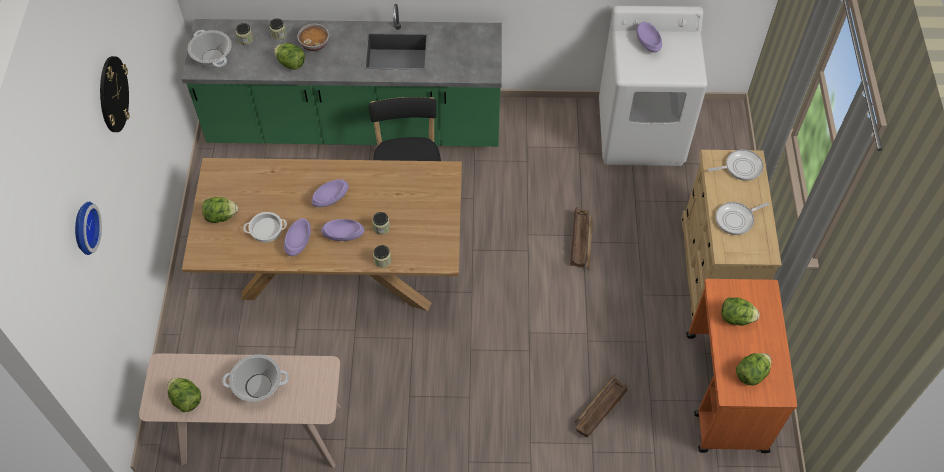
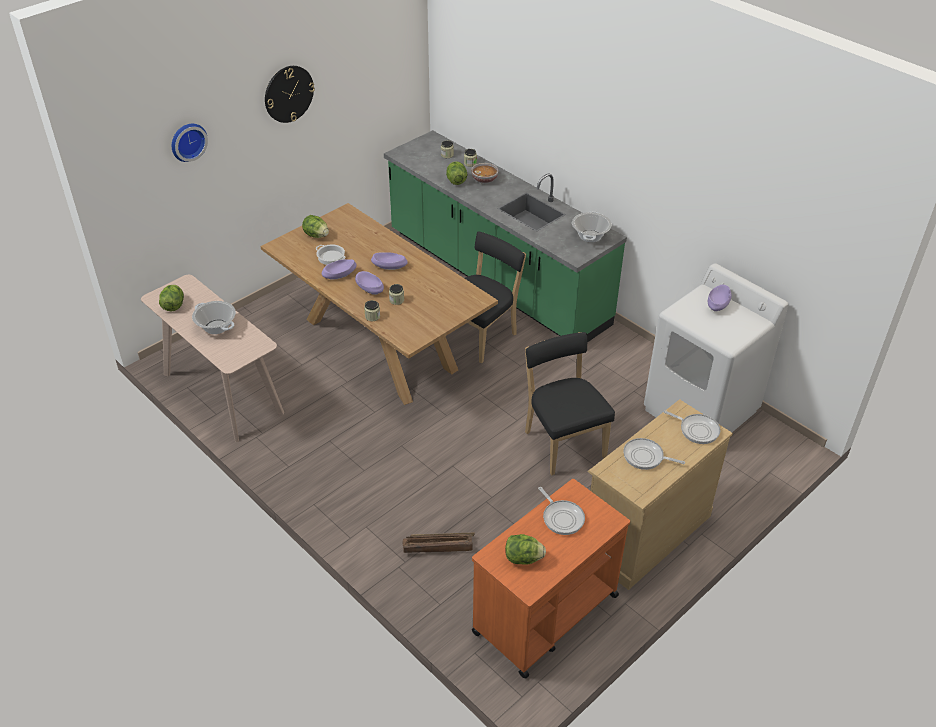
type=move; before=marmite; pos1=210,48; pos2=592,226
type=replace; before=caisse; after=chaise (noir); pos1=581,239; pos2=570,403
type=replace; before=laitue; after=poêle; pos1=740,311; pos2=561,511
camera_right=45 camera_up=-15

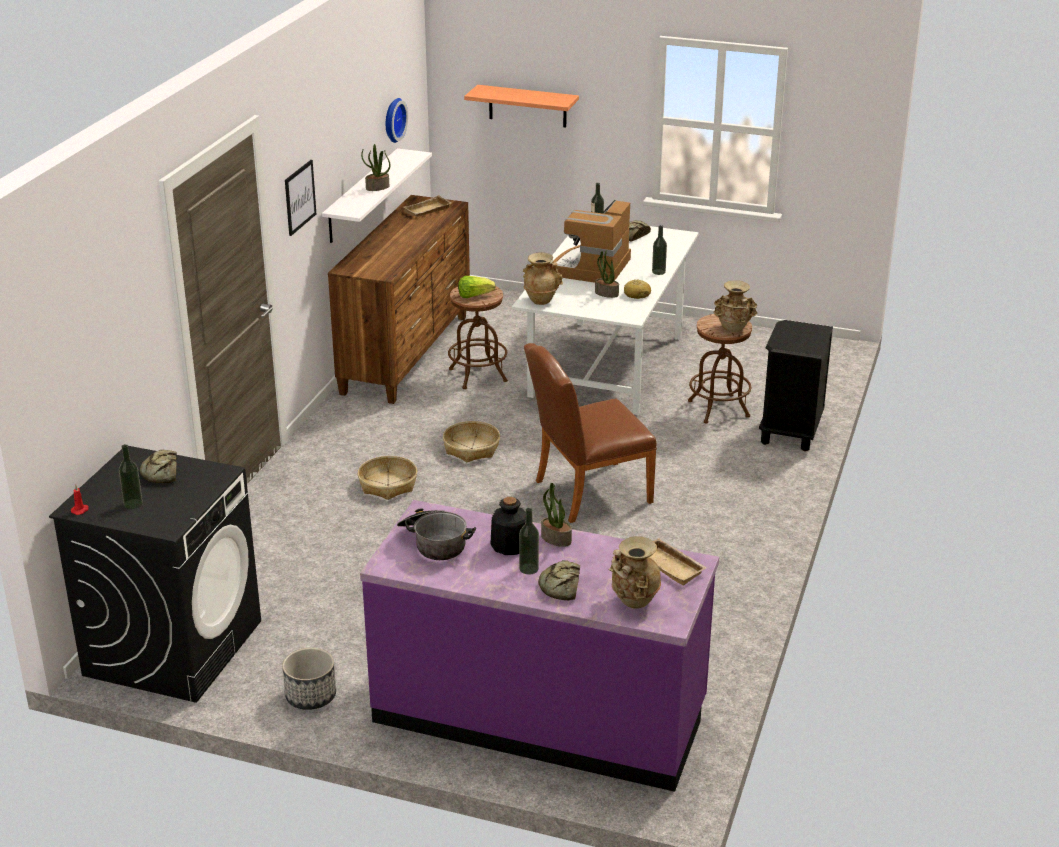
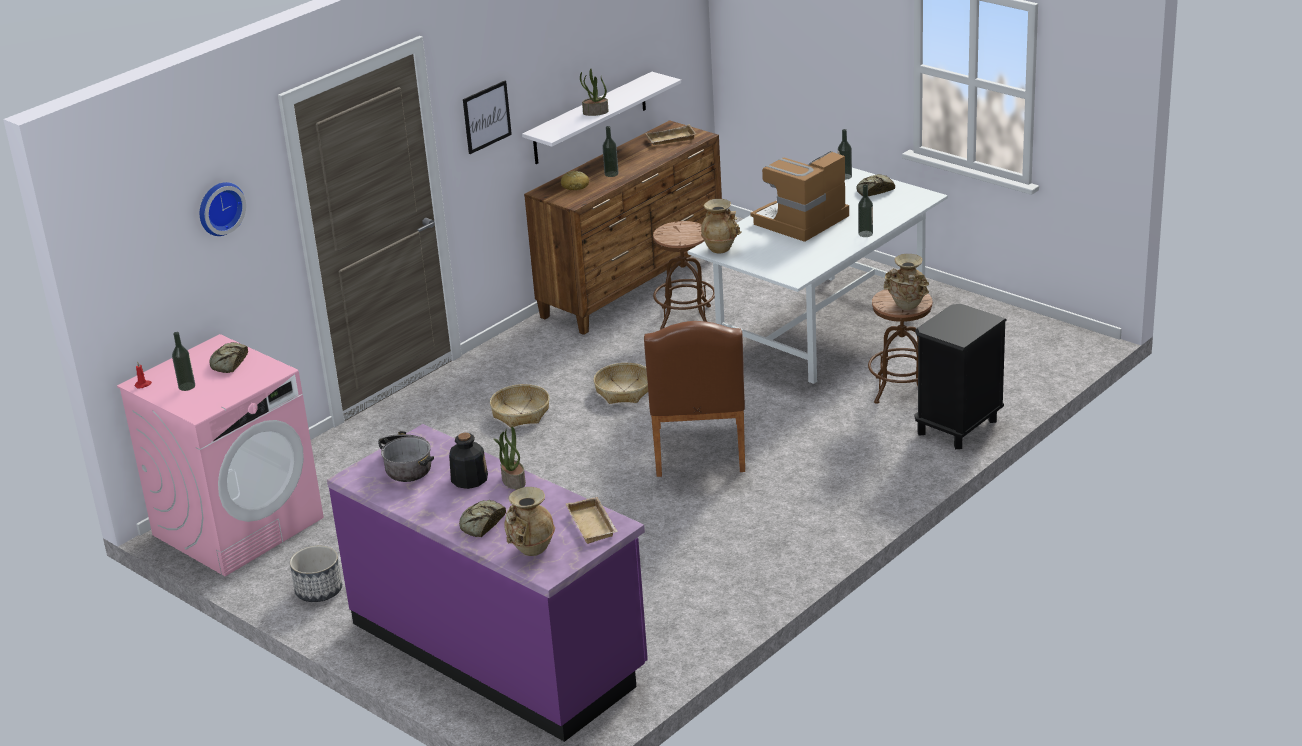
type=delete; before=étagère; pos1=521,106
type=move; before=horloge murale; pos1=397,120; pos2=223,209
type=delete; before=plante en pot; pos1=607,274
type=delete; before=laitue; pos1=477,287
type=move; before=pain; pos1=637,289; pos2=575,180
type=rotate; before=chaise (marron); pos1=590,433; pos2=694,399; turn=-90
type=recolor; before=lave-linge (noir); after=lave-linge (rose); pos1=155,574; pos2=220,455
type=move; before=bouteille; pos1=529,541; pos2=610,151
camera_right=25 camera_up=0

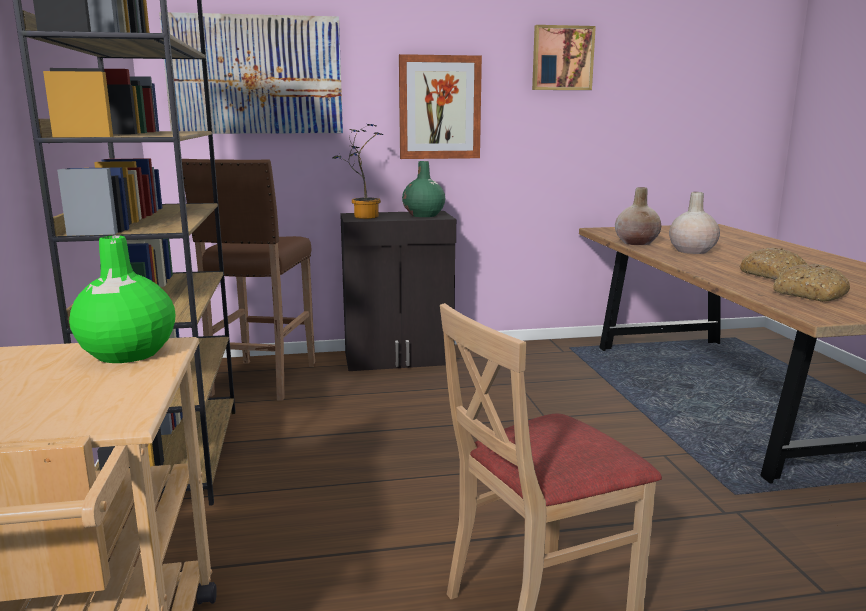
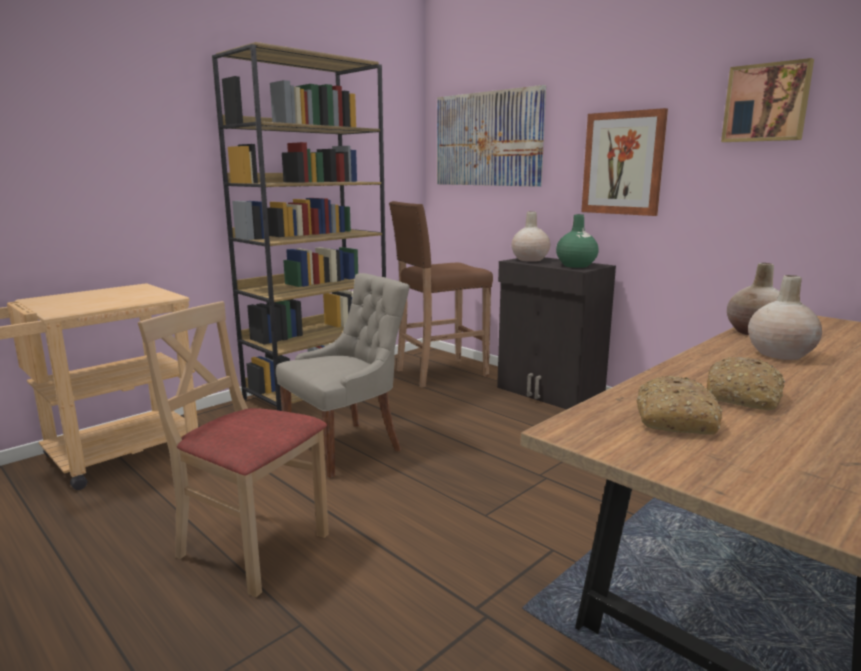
type=replace; before=plante en pot; after=vase (beige); pos1=358,171; pos2=531,236
type=delete; before=vase (vert); pos1=122,299
type=insert; after=chaise (gris); pos2=343,375
camera_right=55 camera_up=0

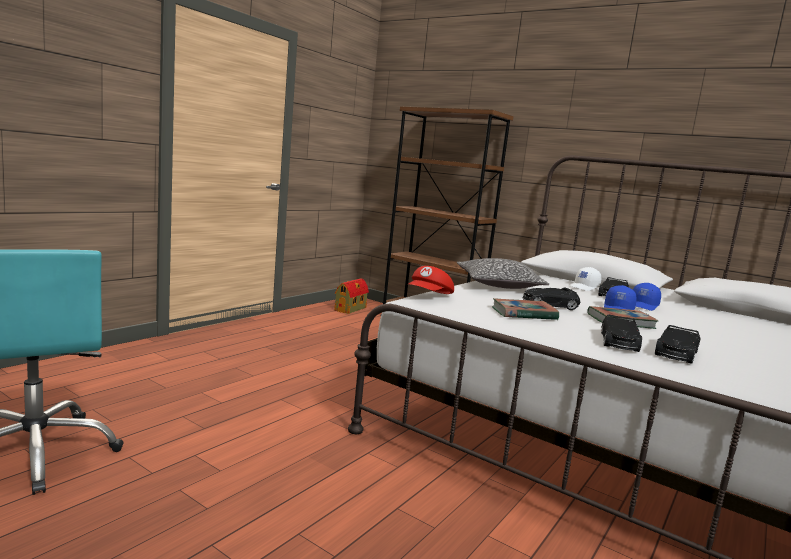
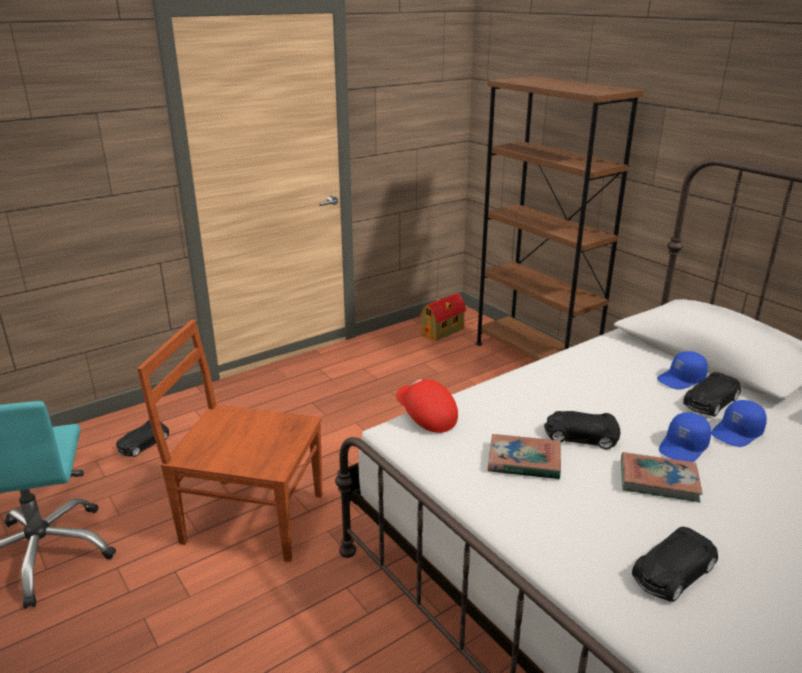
type=delete; before=coussin; pos1=503,273
type=rotate; before=casquette (rouge); pos1=430,280; pos2=427,406; turn=90
type=recolor; before=casquette (blanc); after=casquette (bleu); pos1=585,279; pos2=682,370
type=move; before=petite voiture (noir); pos1=621,333; pos2=142,438
type=insert; after=chaise (marron); pos2=229,441
camera_right=20 camera_up=15

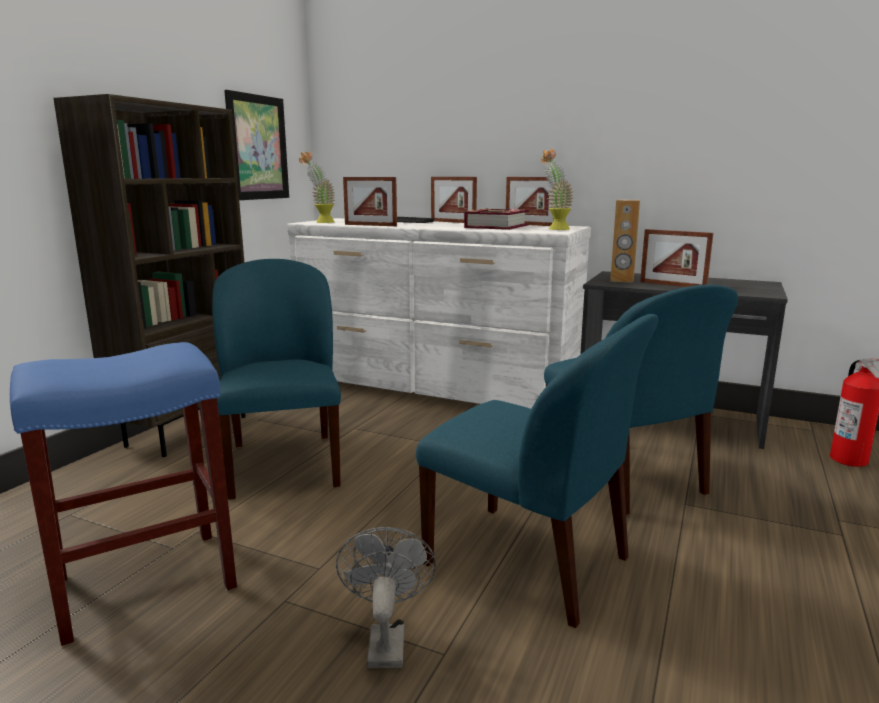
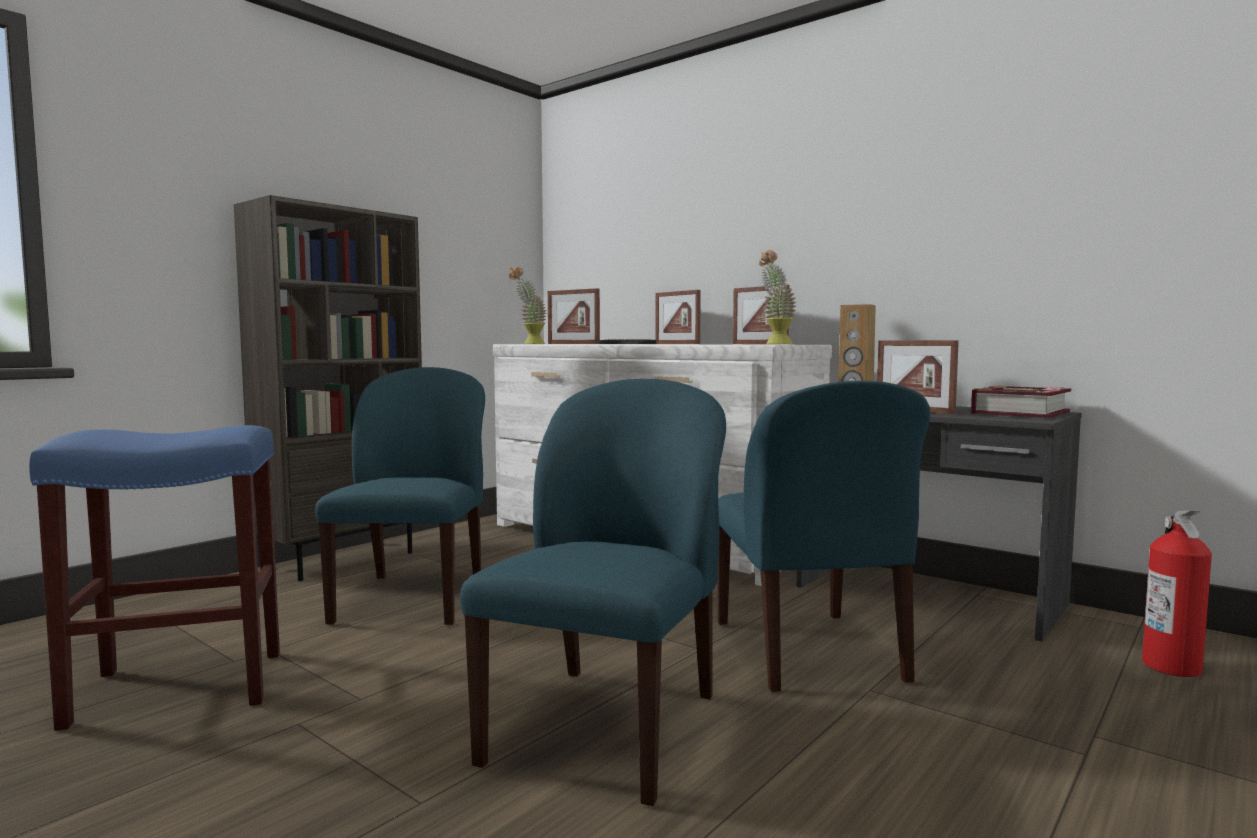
type=delete; before=tableau; pos1=256,145
type=move; before=livre; pos1=496,219; pos2=1021,401
type=rotate; before=chaise (bleu); pos1=537,471; pos2=593,592; turn=-120
type=delete; before=ventilateur (gris); pos1=386,597
camera_right=15 camera_up=-10

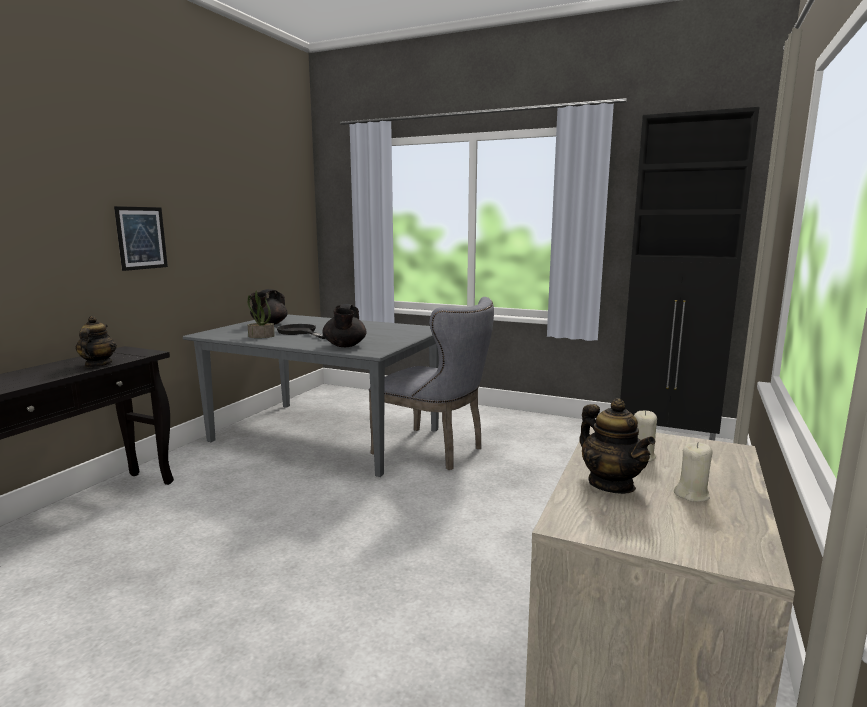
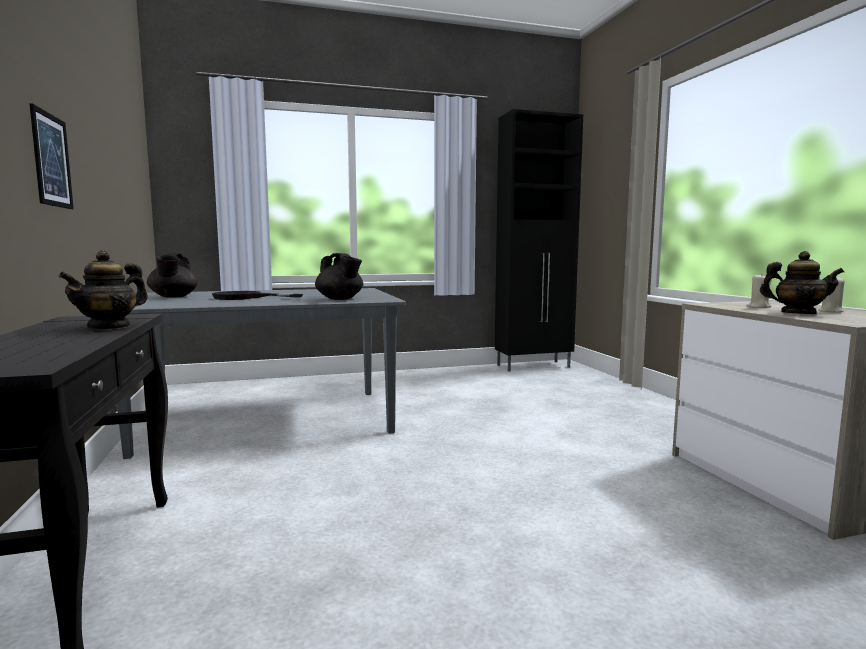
type=delete; before=plante en pot; pos1=261,314
type=delete; before=chaise (gris); pos1=431,383
type=rotate; before=théière; pos1=96,341; pos2=103,290; turn=-105
camera_right=-40 camera_up=-5

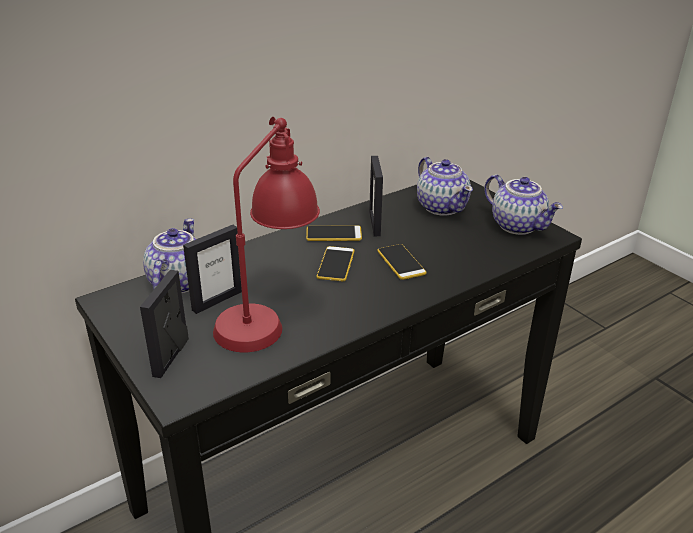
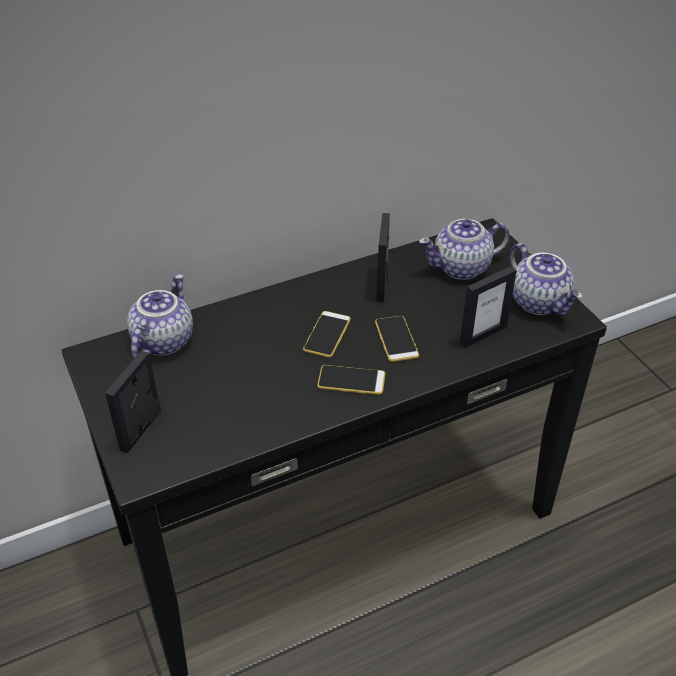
type=delete; before=lampe de table (rouge); pos1=266,234
type=rotate; before=théière; pos1=445,186; pos2=464,249; turn=90
type=move; before=cadre photo; pos1=212,269; pos2=488,307
type=move; before=téléphone; pos1=334,233; pos2=351,380
camera_right=10 camera_up=10

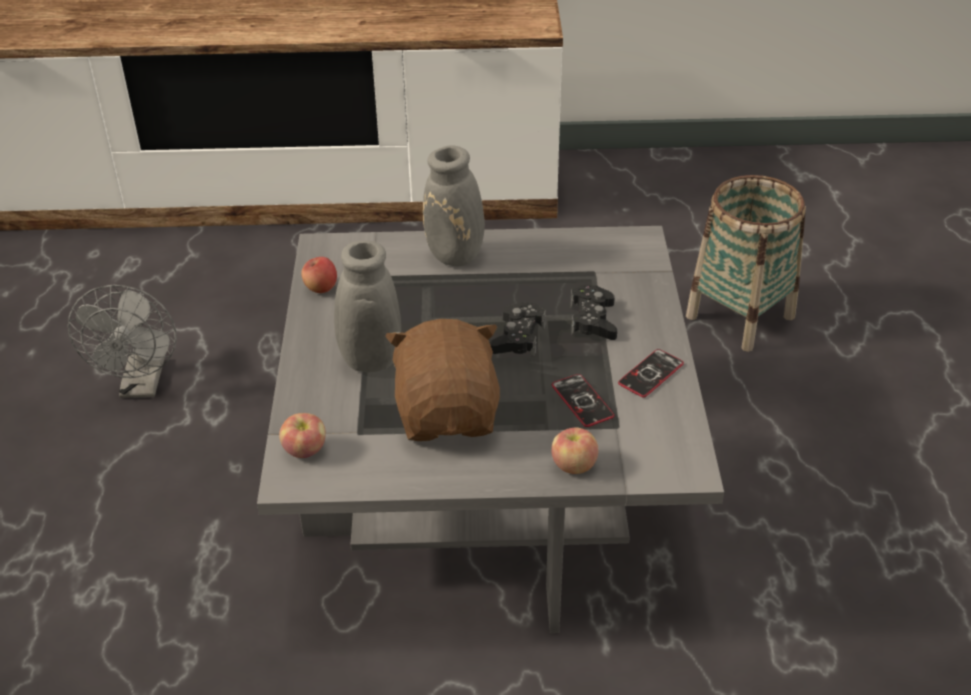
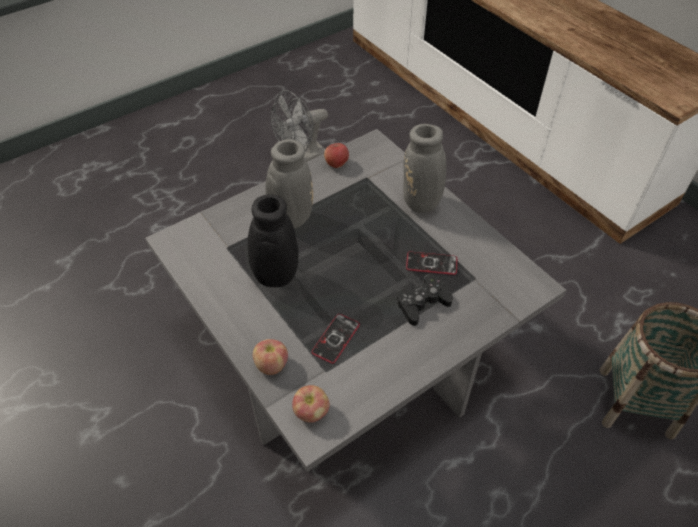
type=delete; before=manette (noir); pos1=518,329
type=replace; before=peluche (marron); after=vase (noir); pos1=442,380; pos2=253,240
type=move; before=téléphone; pos1=651,373; pos2=431,263
type=move; before=pomme; pos1=302,435; pos2=311,404
camera_right=55 camera_up=10

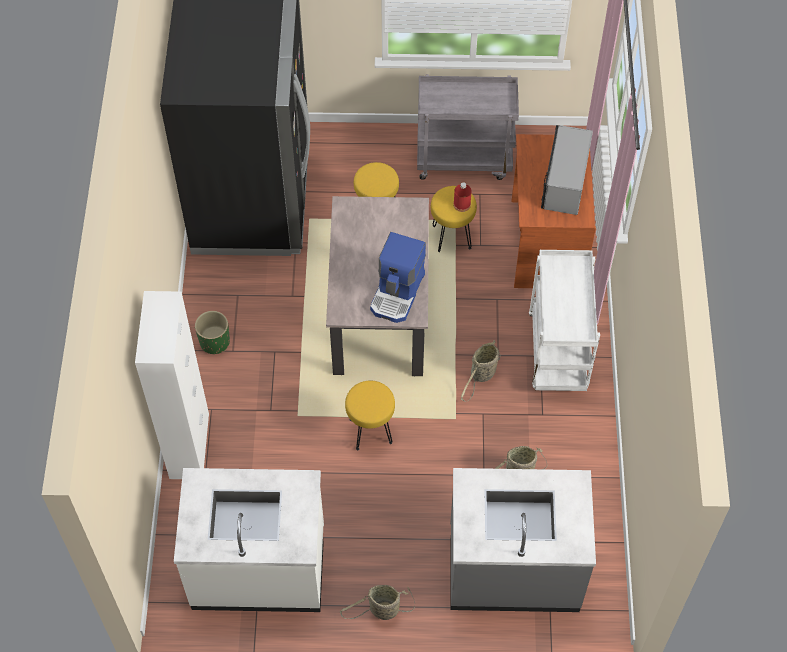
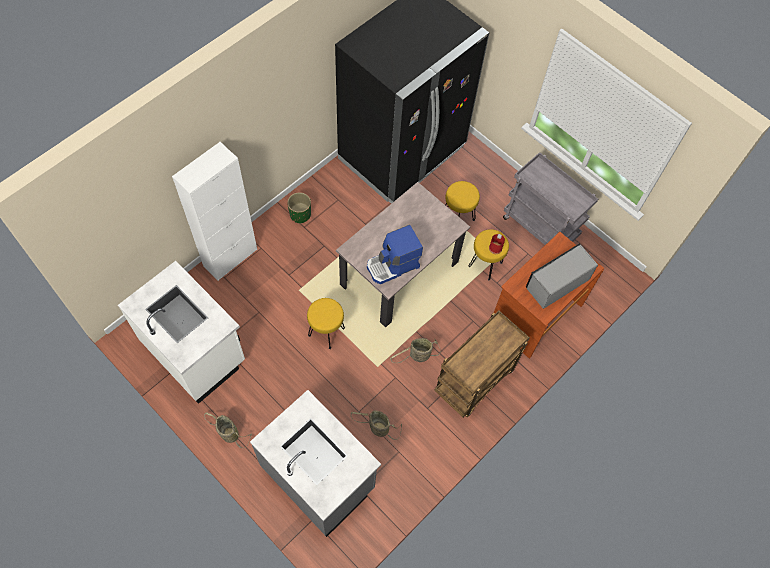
type=recolor; before=chariot (blanc); after=chariot (marron); pos1=564,320; pos2=482,364
camera_right=40 camera_up=5

